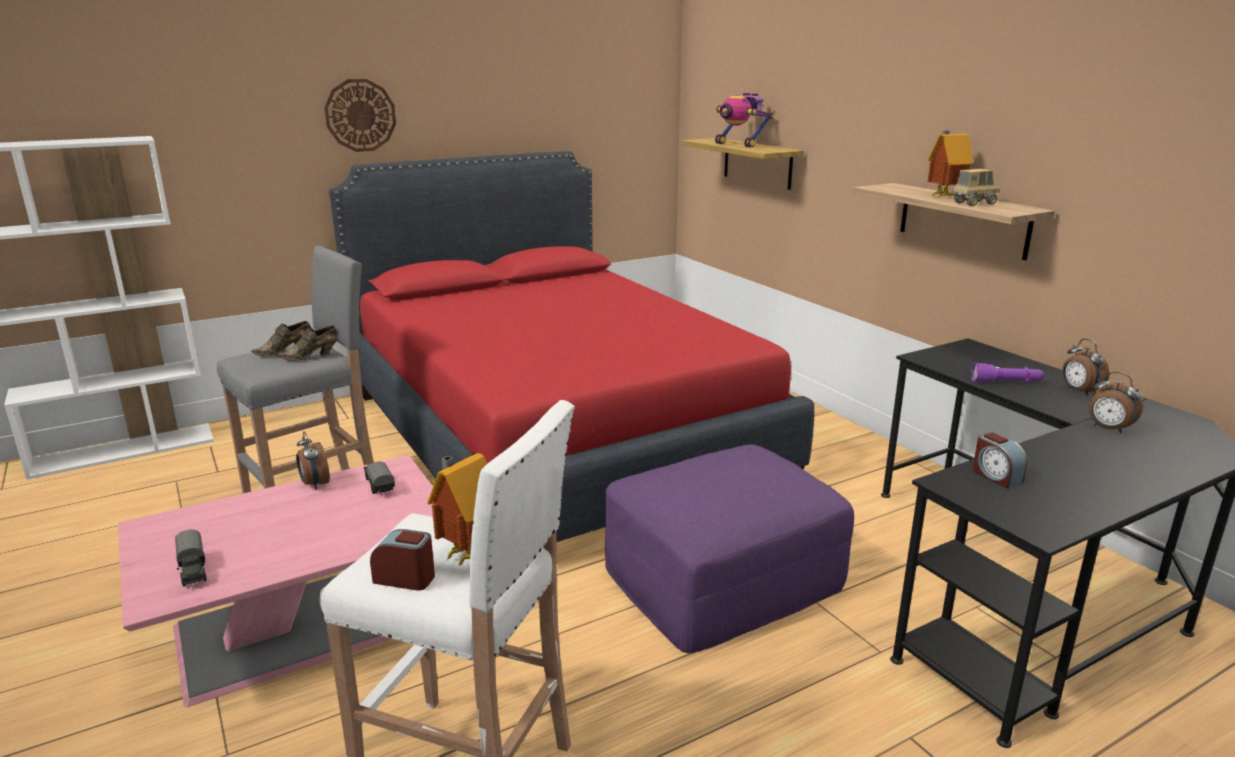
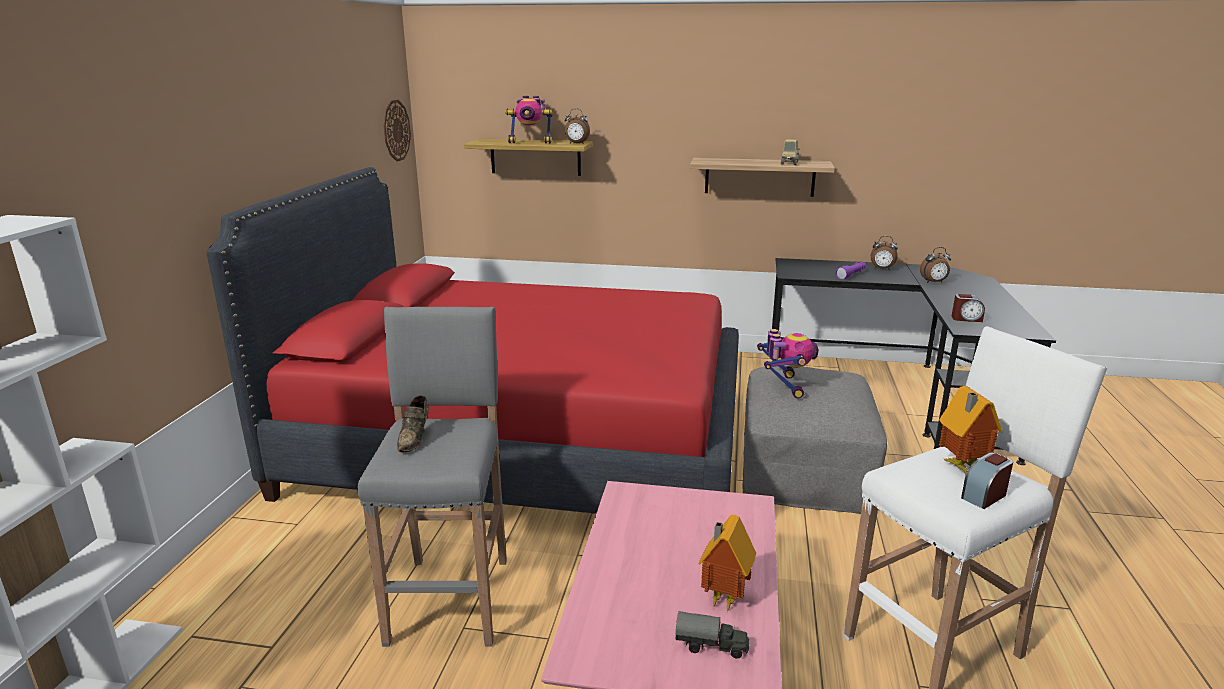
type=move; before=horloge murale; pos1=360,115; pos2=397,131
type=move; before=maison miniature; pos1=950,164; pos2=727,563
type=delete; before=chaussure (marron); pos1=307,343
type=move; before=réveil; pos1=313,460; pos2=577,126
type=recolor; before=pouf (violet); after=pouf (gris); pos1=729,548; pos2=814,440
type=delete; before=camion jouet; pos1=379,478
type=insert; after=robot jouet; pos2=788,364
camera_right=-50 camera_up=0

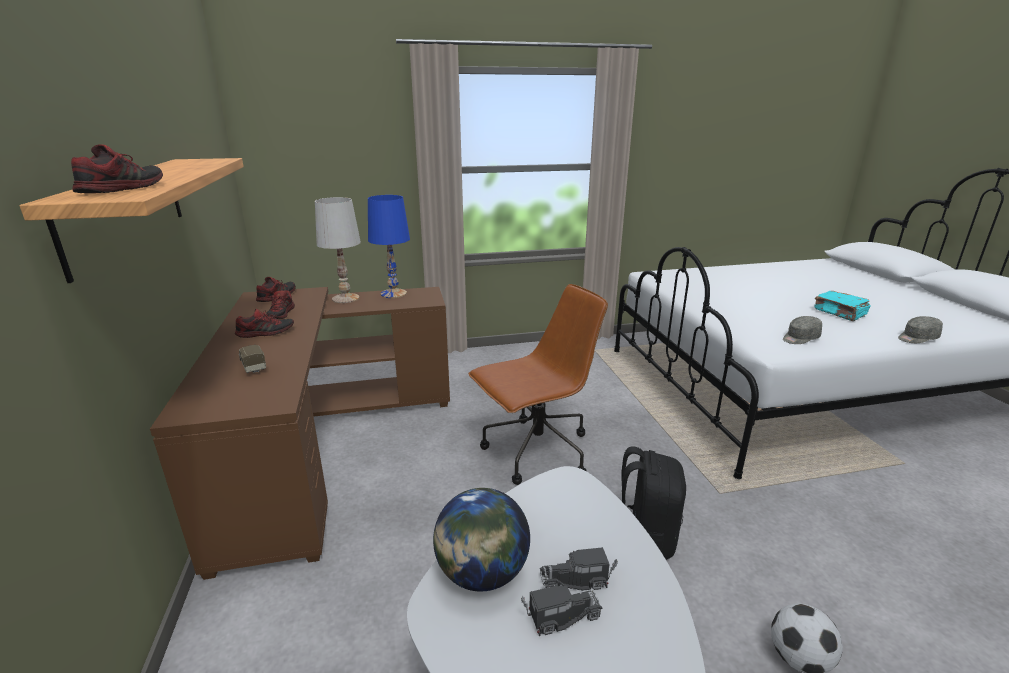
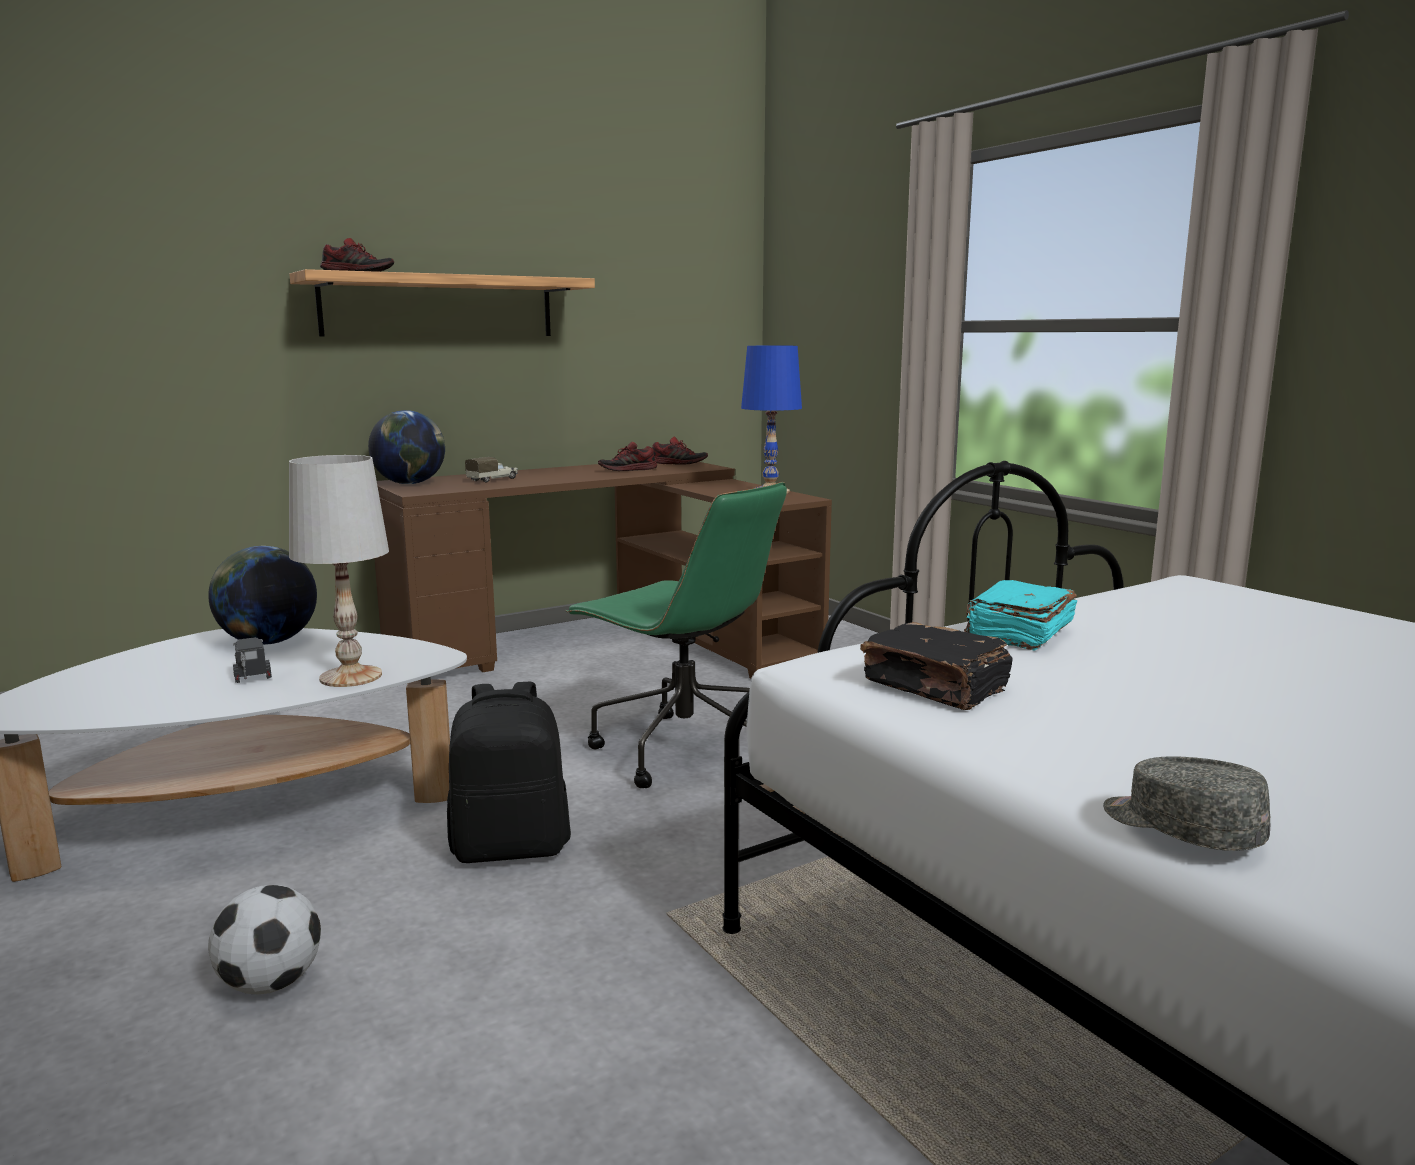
type=move; before=lampe de table (blanc); pos1=338,250; pos2=339,571
type=recolor; before=chaise de bureau (marron); after=chaise de bureau (vert); pos1=538,384; pos2=676,635
type=move; before=livre (turquoise); pos1=842,306; pos2=1020,615
type=delete; before=chaussure; pos1=264,323
type=replace; before=casquette (gris); after=livre (noir); pos1=802,330; pos2=936,666
type=delete; before=camion jouet; pos1=562,610
type=insert; after=globe; pos2=406,447
camera_right=70 camera_up=-10

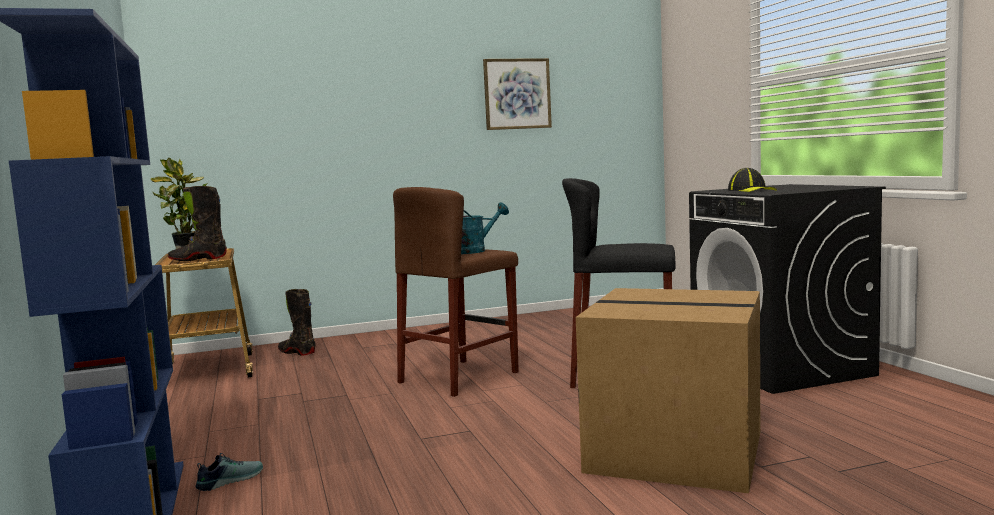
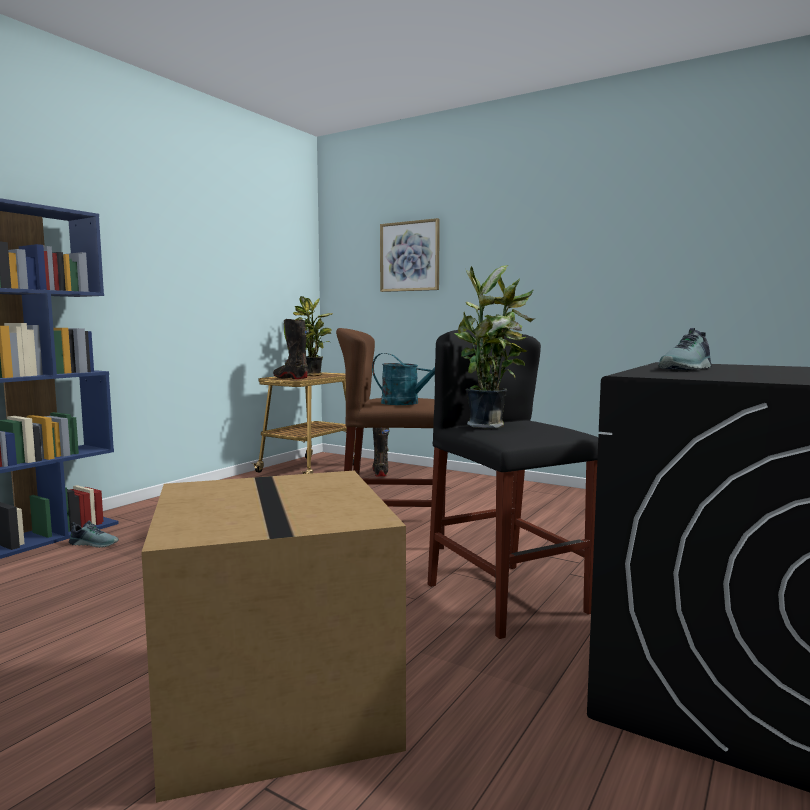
type=move; before=tableau; pos1=517,94; pos2=410,255
type=replace; before=casquette; after=chaussure; pos1=752,180; pos2=685,349
type=insert; after=plante en pot; pos2=494,346
camera_right=50 camera_up=0

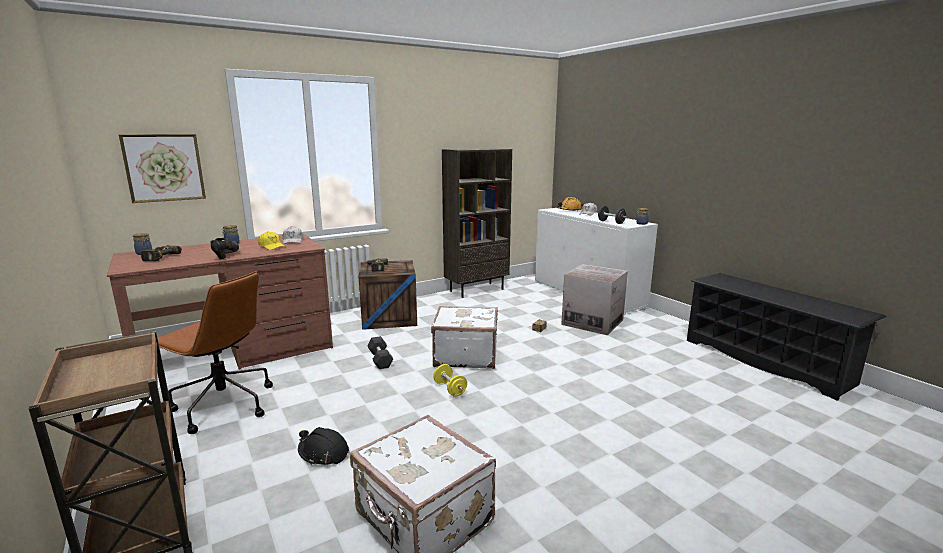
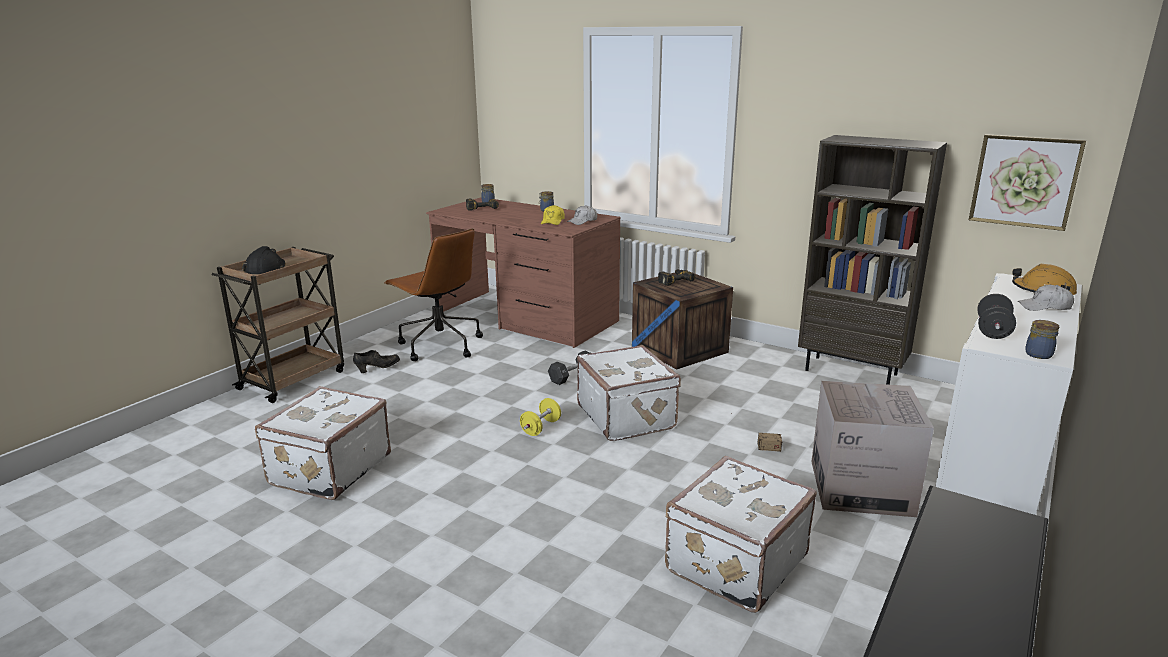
type=move; before=tableau; pos1=162,168; pos2=1027,182
type=move; before=chaussure (noir); pos1=225,249; pos2=376,361
type=rotate; before=chaise de bureau (marron); pos1=215,352; pos2=433,294; turn=-45
type=move; before=casque de chantier (noir); pos1=323,446; pos2=264,260
type=insert; after=valise (blanc); pos2=741,534
camera_right=65 camera_up=5

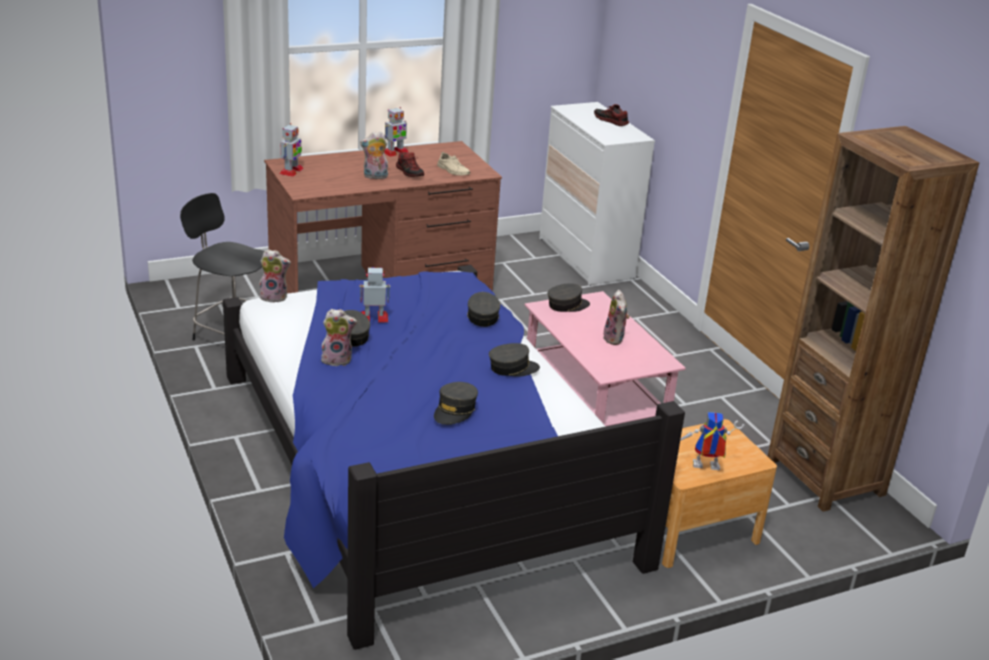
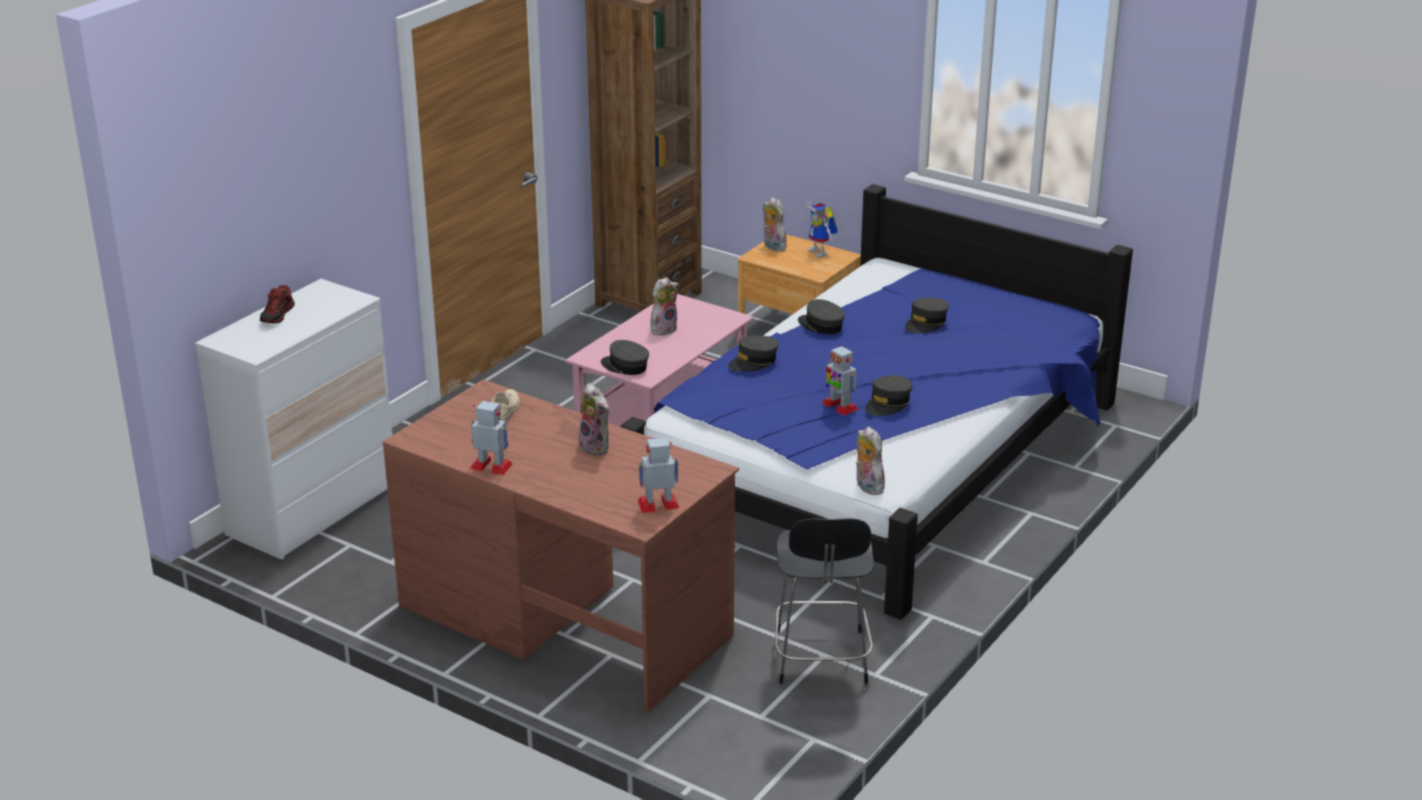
type=delete; before=chaussure; pos1=410,164
type=move; before=peluche; pos1=339,337; pos2=775,224
type=rotate; before=casquette (gris); pos1=456,403; pos2=927,315; turn=135
camera_right=-120 camera_up=0

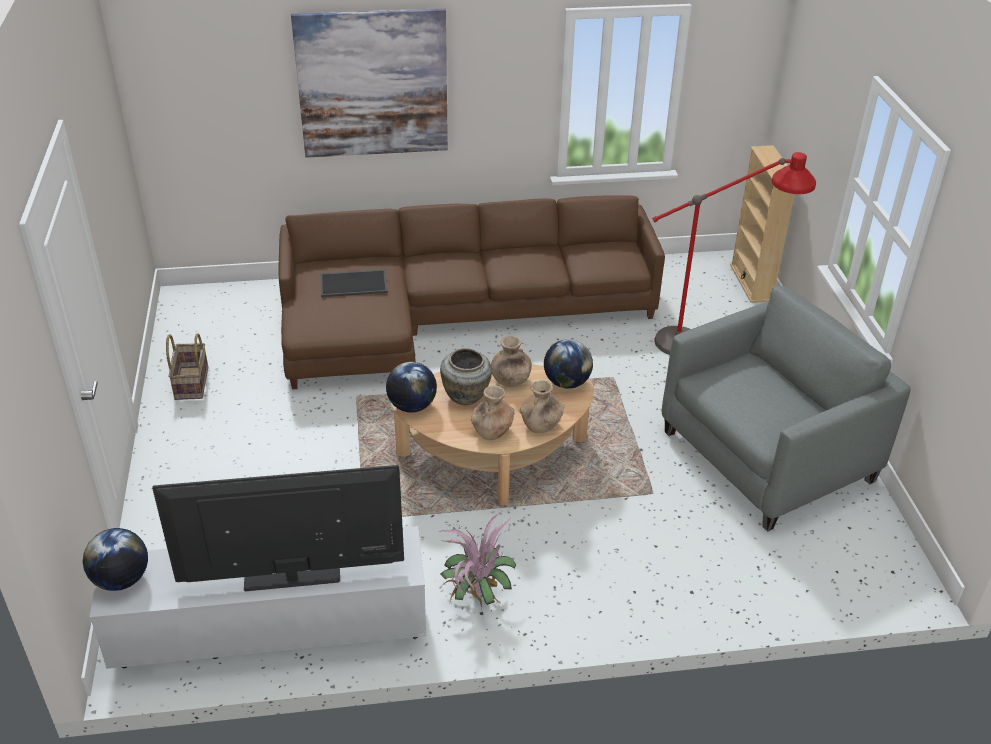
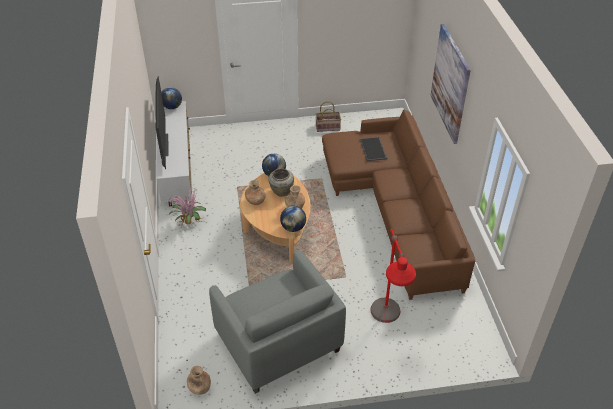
type=delete; before=bibliothèque (beige); pos1=762,224
type=move; before=vase (marron); pos1=542,406; pos2=199,380
camera_right=90 camera_up=5

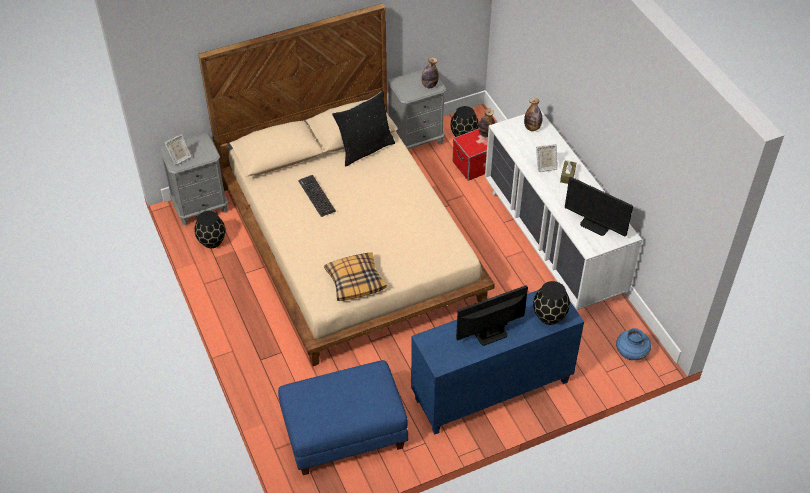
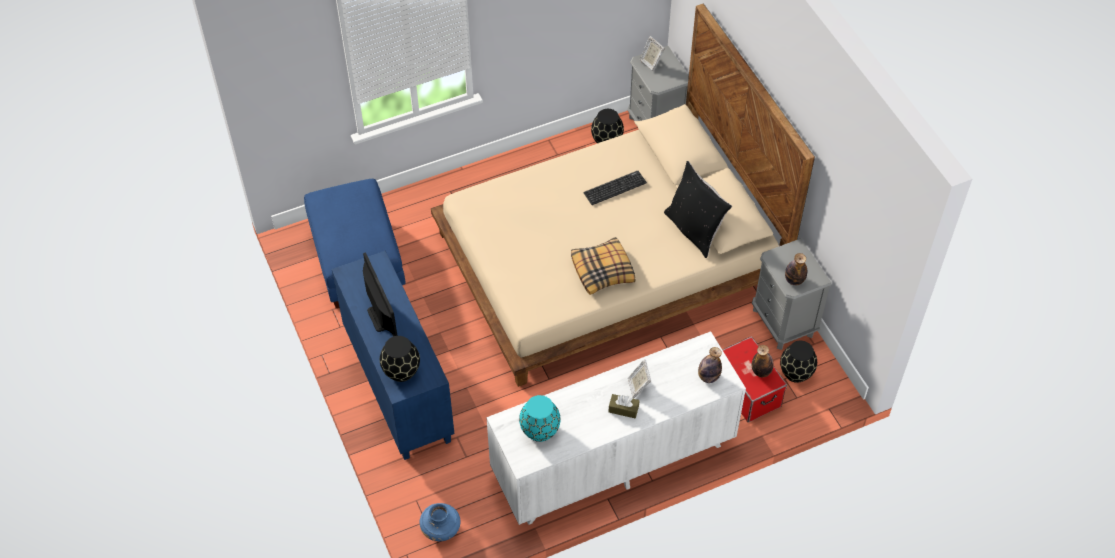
type=replace; before=écran d'ordinateur; after=vase (turquoise); pos1=599,207; pos2=540,418
type=move; before=coussin; pos1=355,277; pos2=603,266
camera_right=90 camera_up=5

